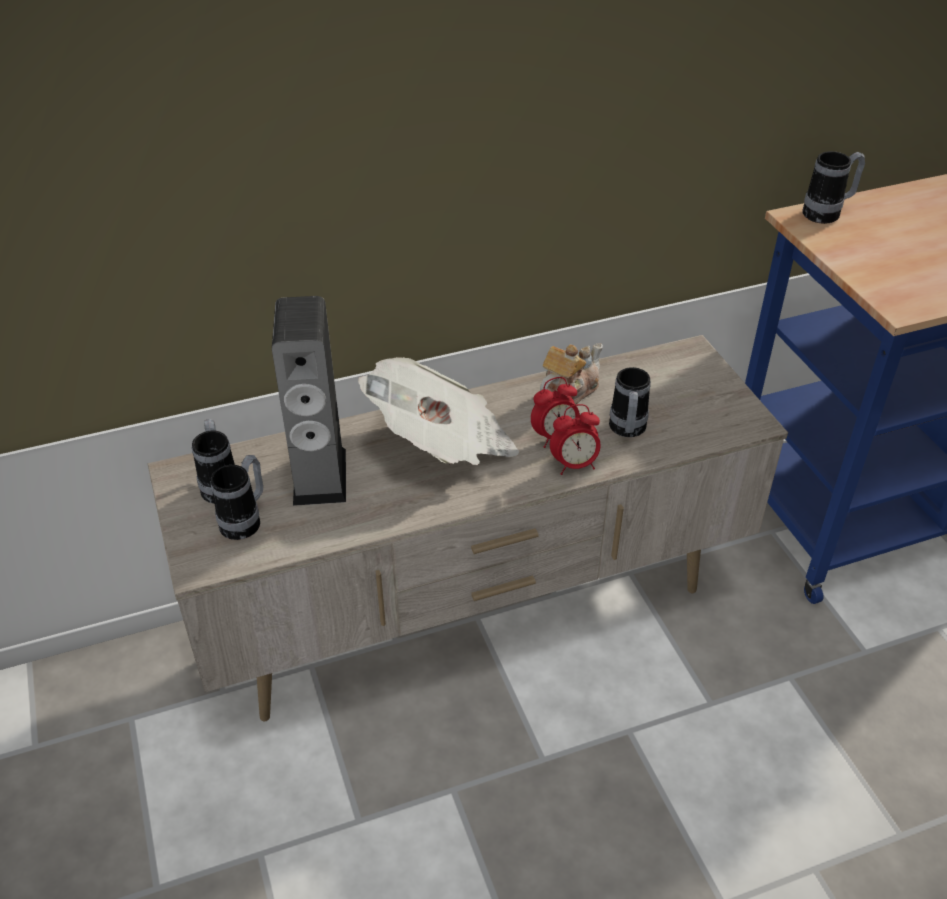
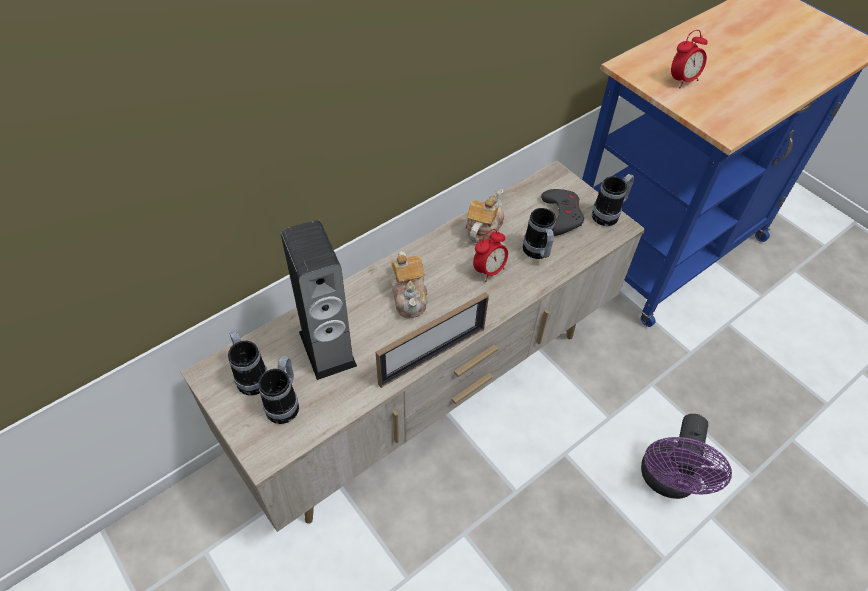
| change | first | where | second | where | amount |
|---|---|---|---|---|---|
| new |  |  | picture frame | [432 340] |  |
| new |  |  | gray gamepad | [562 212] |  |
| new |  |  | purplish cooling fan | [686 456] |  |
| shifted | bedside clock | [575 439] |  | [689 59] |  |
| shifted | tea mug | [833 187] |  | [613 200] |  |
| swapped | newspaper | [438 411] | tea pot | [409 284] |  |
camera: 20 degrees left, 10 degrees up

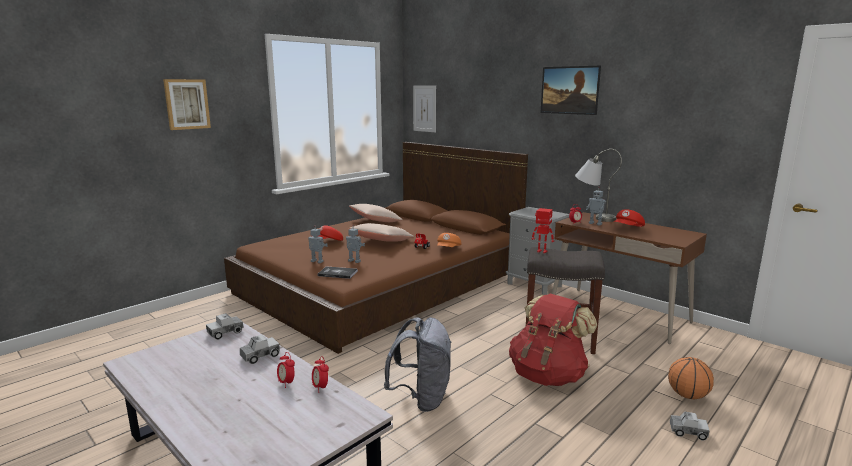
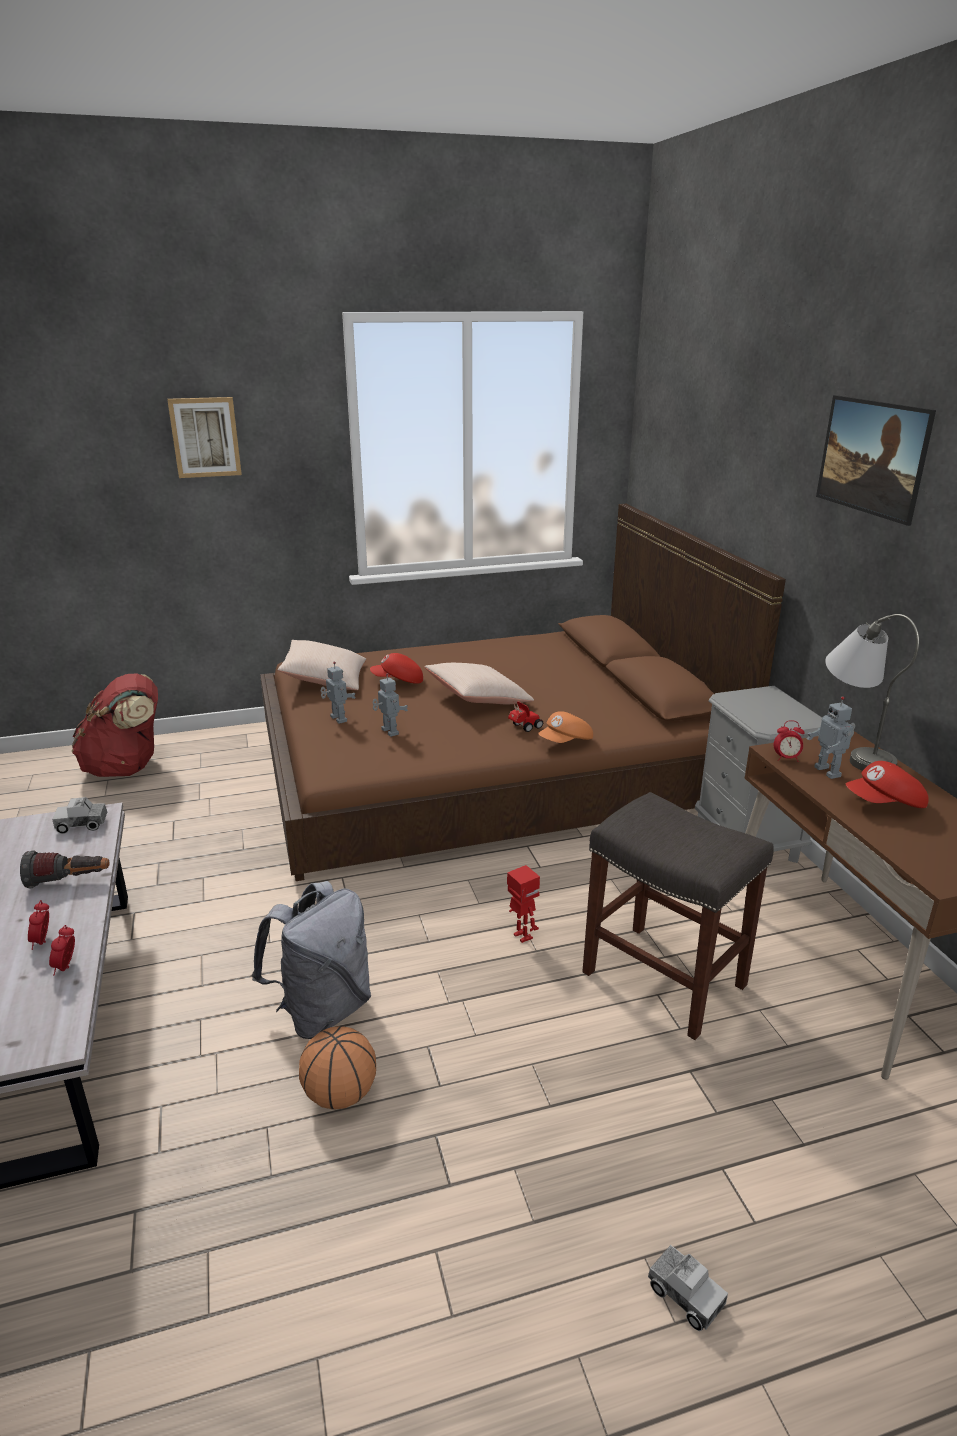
| change | first | where | second | where | amount |
|---|---|---|---|---|---|
| gone | bound book | [337 272] |  |  |  |
| gone | wall picture | [424 108] |  |  |  |
| shifted | sand-coloured pillow | [375 213] |  | [322 665] |  |
| shifted | red-coloured knapsack | [553 340] |  | [115 725] |  |
| shifted | toy robot | [543 230] |  | [523 904] |  |
| shifted | ball for basketball | [691 378] |  | [337 1068] |  |
| swapped | toy truck | [260 349] | hand torch | [65 869] |  |
camera: 30 degrees right, 10 degrees up

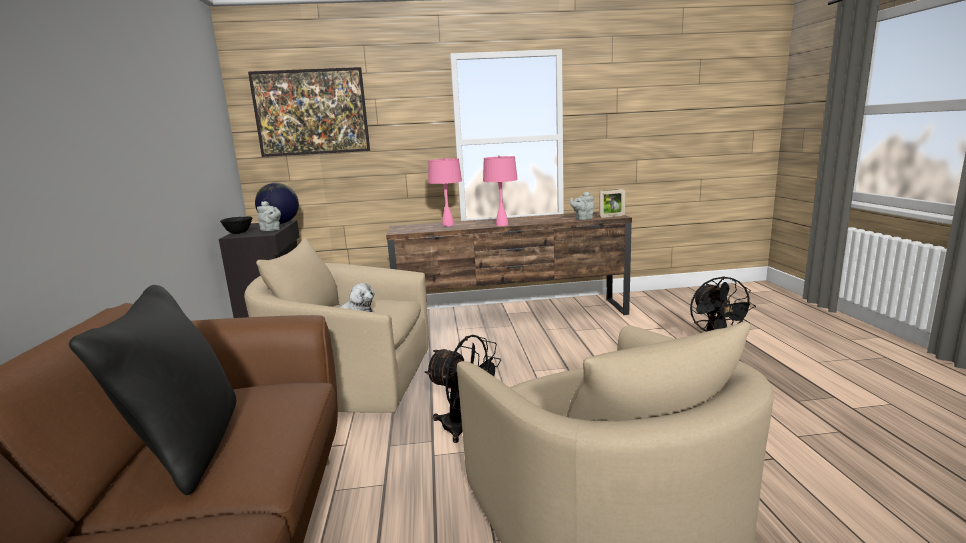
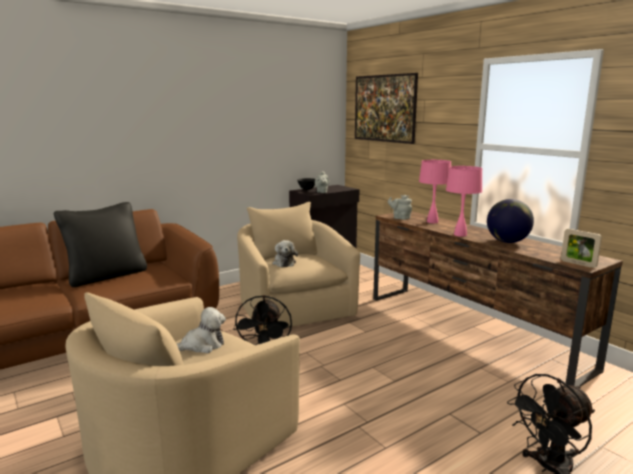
| change | first | where | second | where | amount |
|---|---|---|---|---|---|
| new |  |  | plush toy | [201 330] |  |
| shifted | desk globe | [277 203] |  | [510 221] |  |
| shifted | gray tea pot | [582 206] |  | [400 207] |  |
camera: 60 degrees right, 0 degrees up

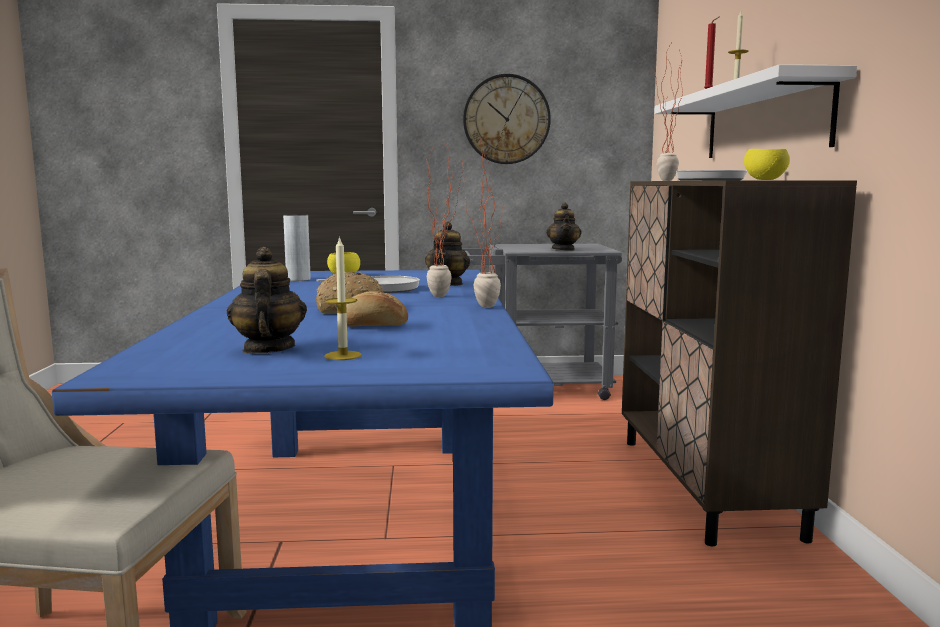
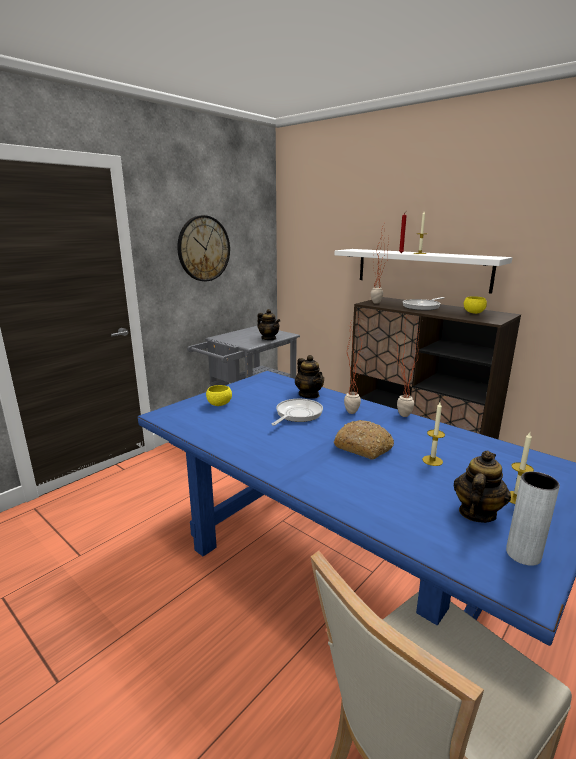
| change | first | where | second | where | amount |
|---|---|---|---|---|---|
| shifted | gray vase | [297 247] |  | [533 518] |  |
| swapped | bakery bread | [377 309] | wax candle | [433 434] |  |
| rotated | tea pot | [267 300] |  | [482 487] | 90 degrees clockwise |
camera: 45 degrees left, 10 degrees up

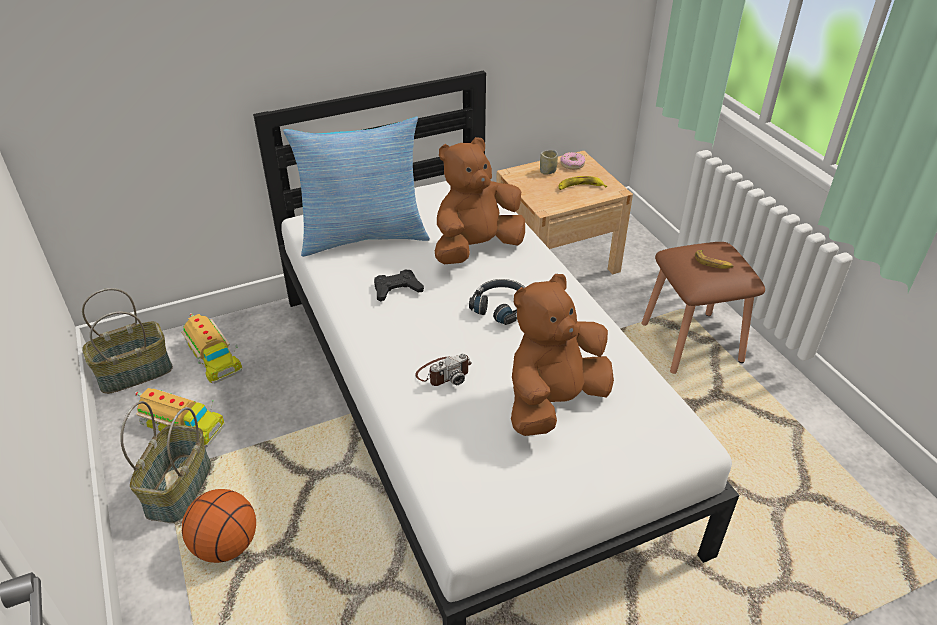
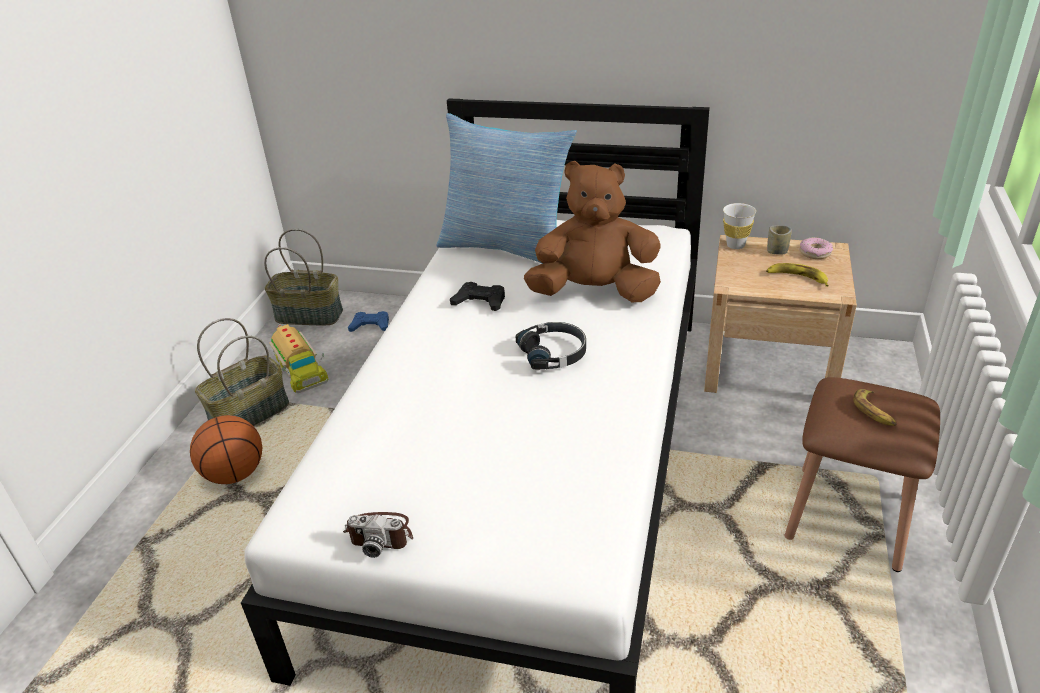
| change | first | where | second | where | amount |
|---|---|---|---|---|---|
| gone | brown-coloured plush toy | [562 355] |  |  |  |
| new |  |  | white drinking cup | [739 226] |  |
| shifted | photo camera | [443 369] |  | [378 535] |  |
| swapped | toy truck | [211 348] | bluish gamepad | [368 321] |  |
camera: 40 degrees right, 5 degrees down

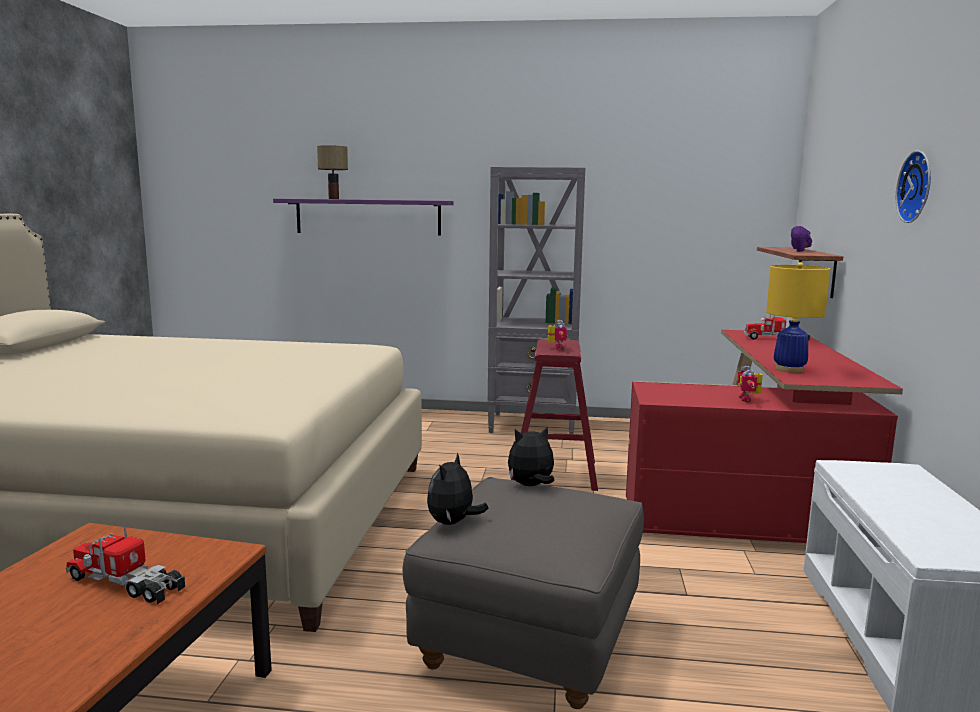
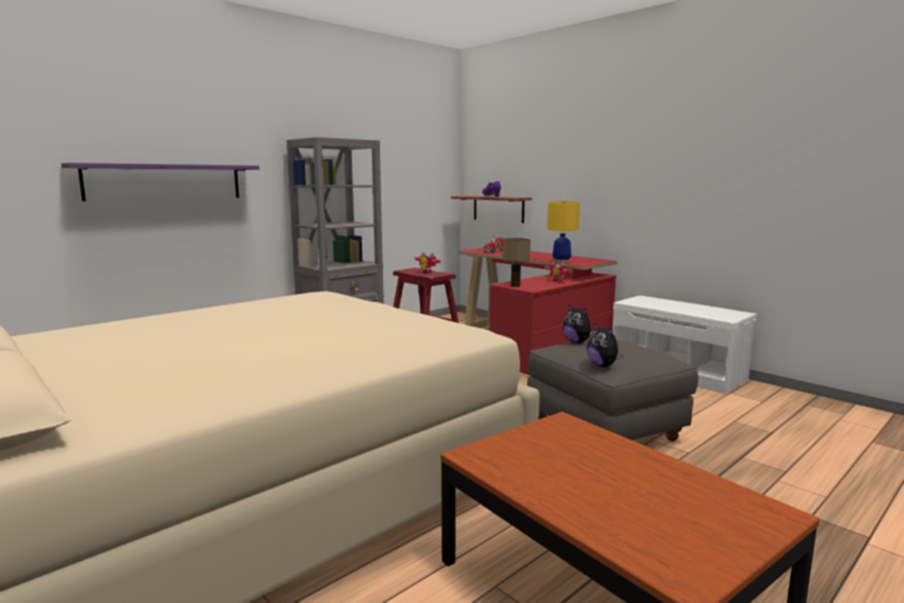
| change | first | where | second | where | amount |
|---|---|---|---|---|---|
| gone | toy truck | [125 565] |  |  |  |
| gone | hanging clock | [913 186] |  |  |  |
| shifted | lamp for a table | [332 172] |  | [516 262] |  |
| rotated | plush toy | [531 456] |  | [578 323] | 60 degrees counterclockwise |
camera: 50 degrees left, 0 degrees up

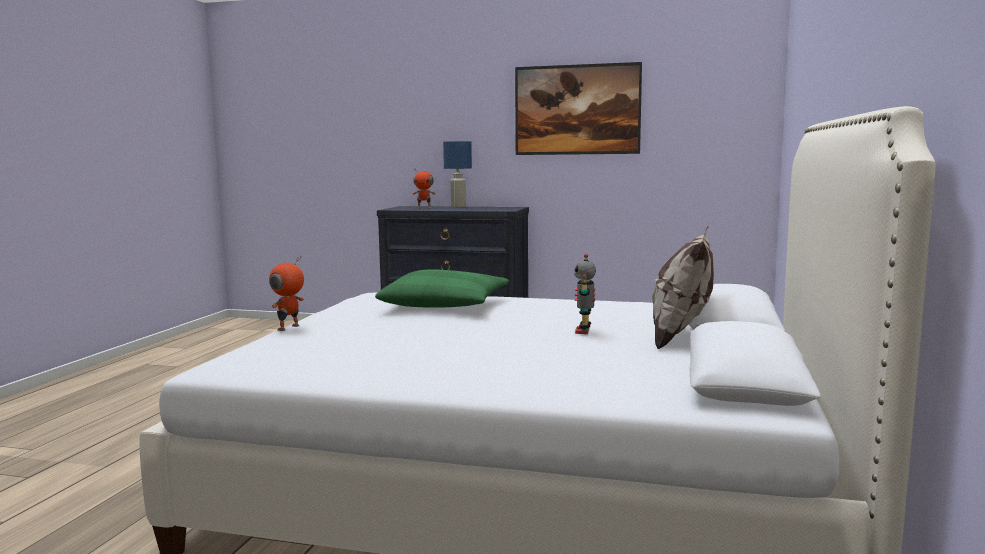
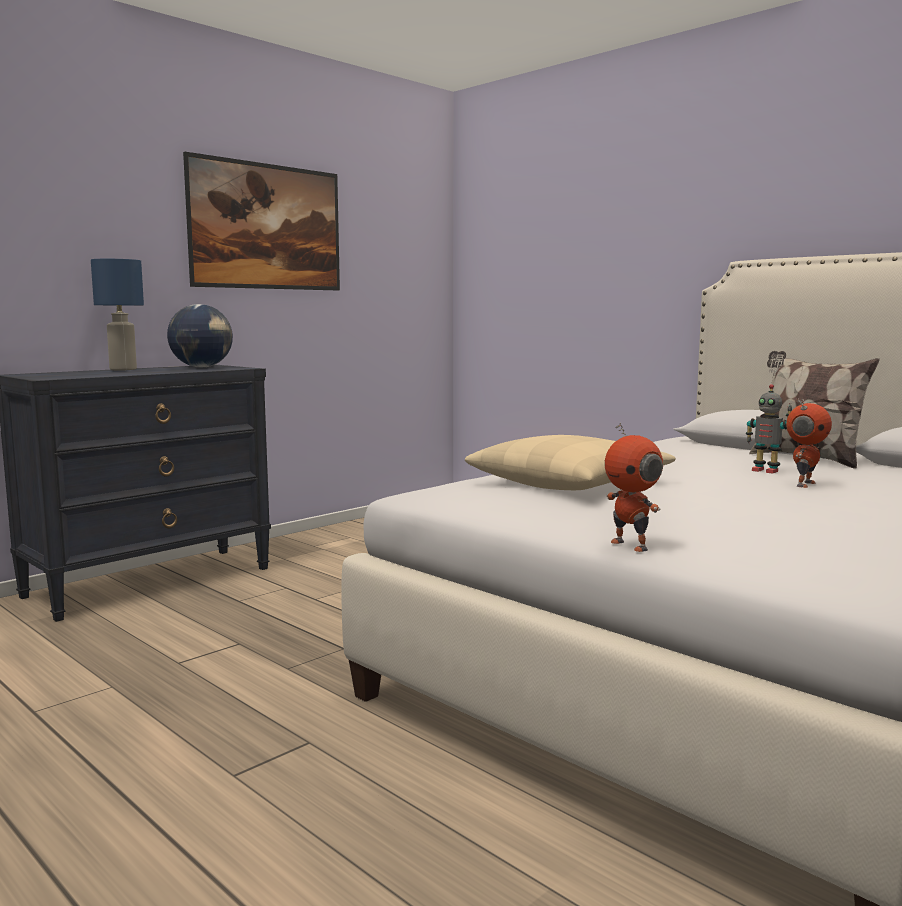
| change | first | where | second | where | amount |
|---|---|---|---|---|---|
| new |  |  | desk globe | [200 336] |  |
| shifted | toy robot | [424 188] |  | [809 443] |  |
| repainted | green-coloured pillow | [442 288] | sand-coloured pillow | [570 462] |  |
camera: 60 degrees left, 0 degrees up

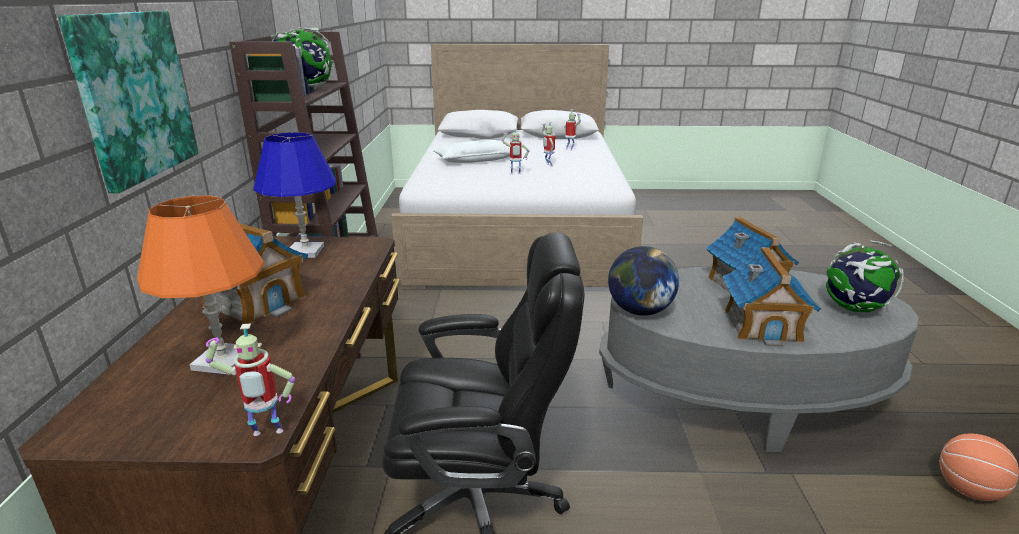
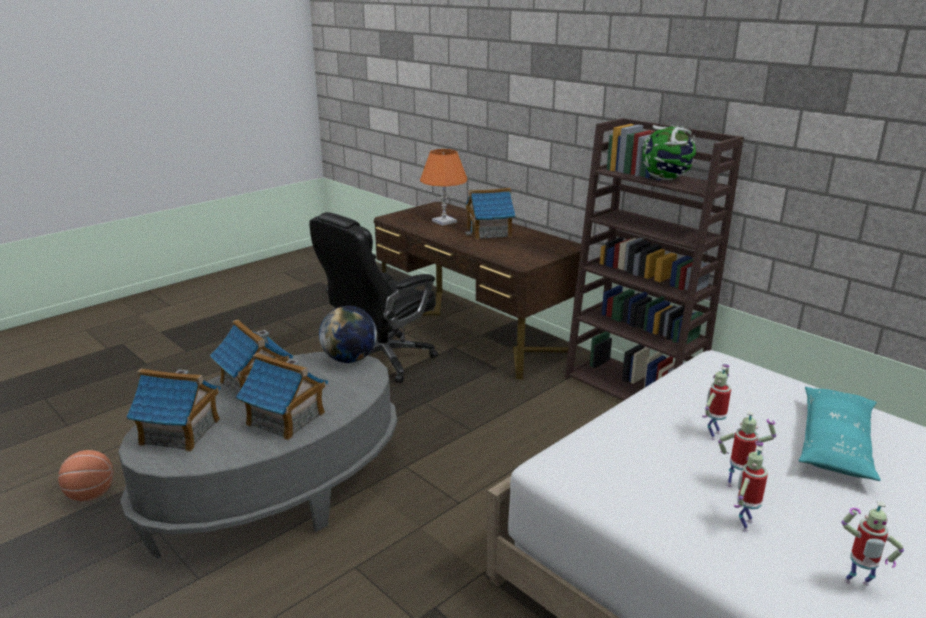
| change | first | where | second | where | amount |
|---|---|---|---|---|---|
| gone | wall picture | [128 102] |  |  |  |
| gone | bluish lamp for a table | [295 195] |  |  |  |
| shifted | toy robot | [250 379] |  | [751 486] |  |
| swapped | desk globe | [865 276] | model house | [173 410] |  |
| repainted | white pillow | [471 151] | turquoise pillow | [839 434] |  |
camera: 135 degrees right, 0 degrees up

